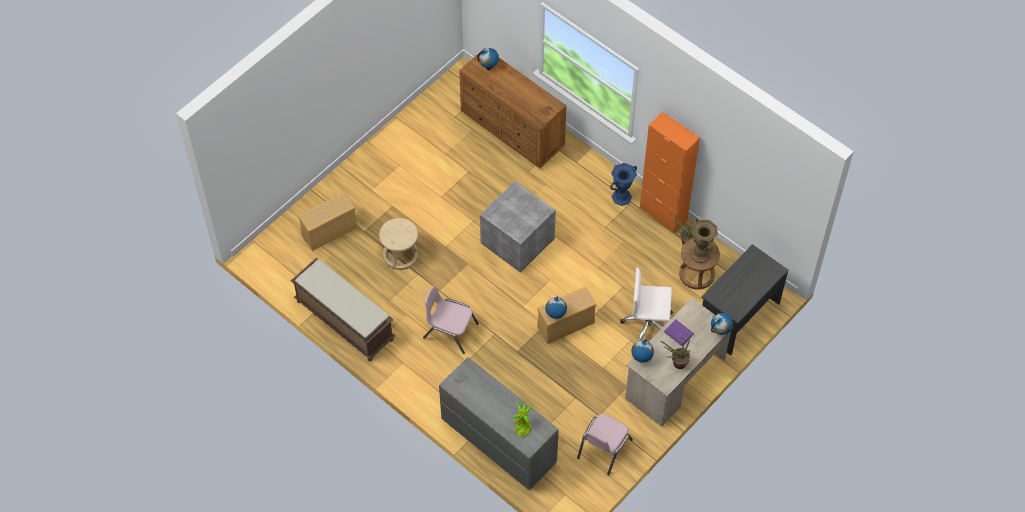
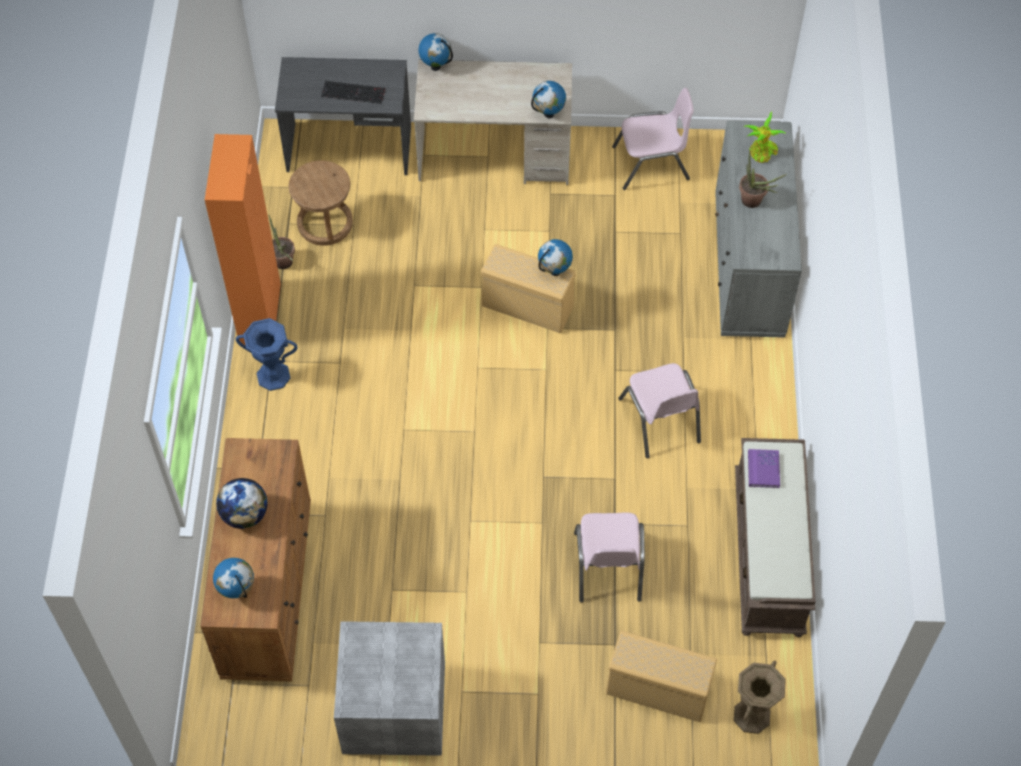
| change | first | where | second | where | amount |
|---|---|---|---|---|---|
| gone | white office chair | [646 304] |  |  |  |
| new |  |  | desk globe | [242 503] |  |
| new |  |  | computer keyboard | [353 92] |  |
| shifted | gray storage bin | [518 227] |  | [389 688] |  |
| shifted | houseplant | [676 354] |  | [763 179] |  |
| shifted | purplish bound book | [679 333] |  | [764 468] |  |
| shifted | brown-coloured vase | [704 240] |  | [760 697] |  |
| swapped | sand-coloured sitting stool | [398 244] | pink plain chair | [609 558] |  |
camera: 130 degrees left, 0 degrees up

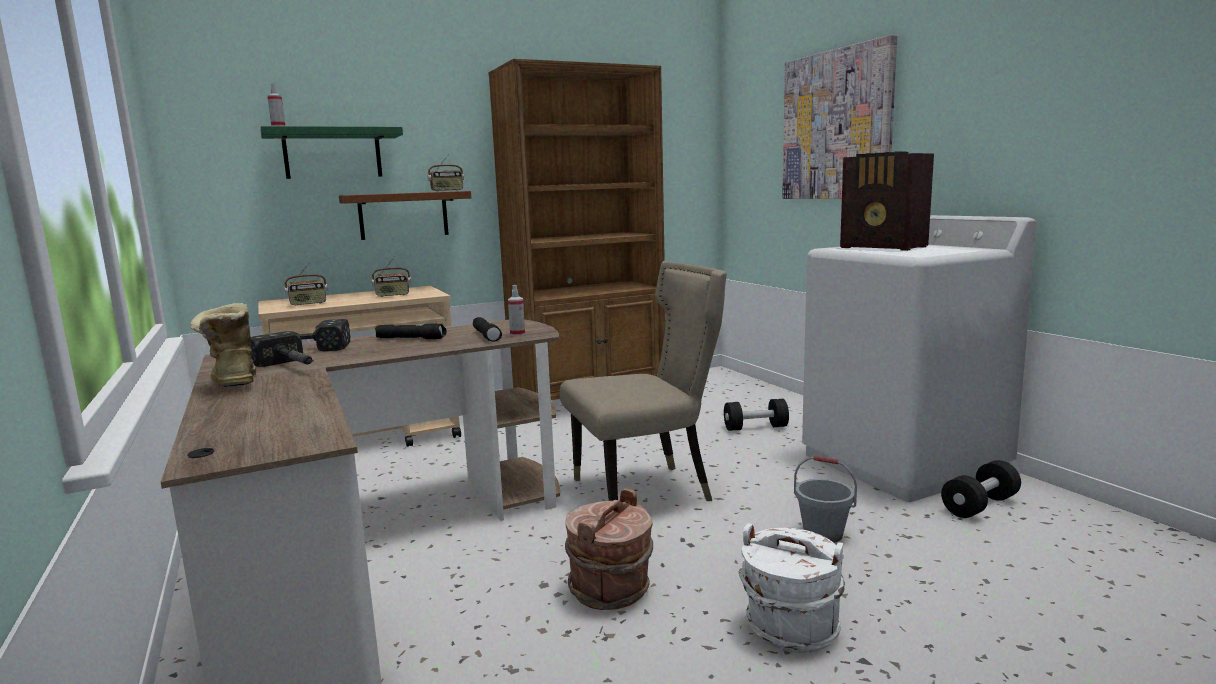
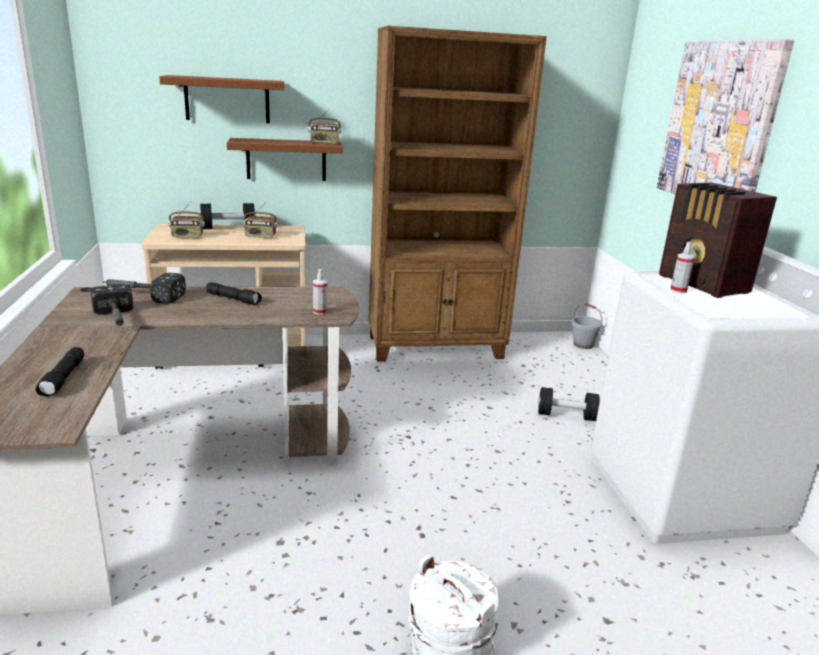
| change | first | where | second | where | amount |
|---|---|---|---|---|---|
| gone | tall boot | [223 345] |  |  |  |
| gone | sand-coloured plain chair | [643 381] |  |  |  |
| gone | brown-coloured pail | [609 549] |  |  |  |
| shifted | sprayer | [276 104] |  | [682 267] |  |
| shifted | black hand torch | [487 329] |  | [60 371] |  |
| shifted | gray pail | [825 499] |  | [587 326] |  |
| shifted | black free weight | [981 489] |  | [228 216] |  |
| repainted | green-coloured wall shelf | [332 152] | brown-coloured wall shelf | [221 99] |  |
camera: 15 degrees right, 10 degrees up

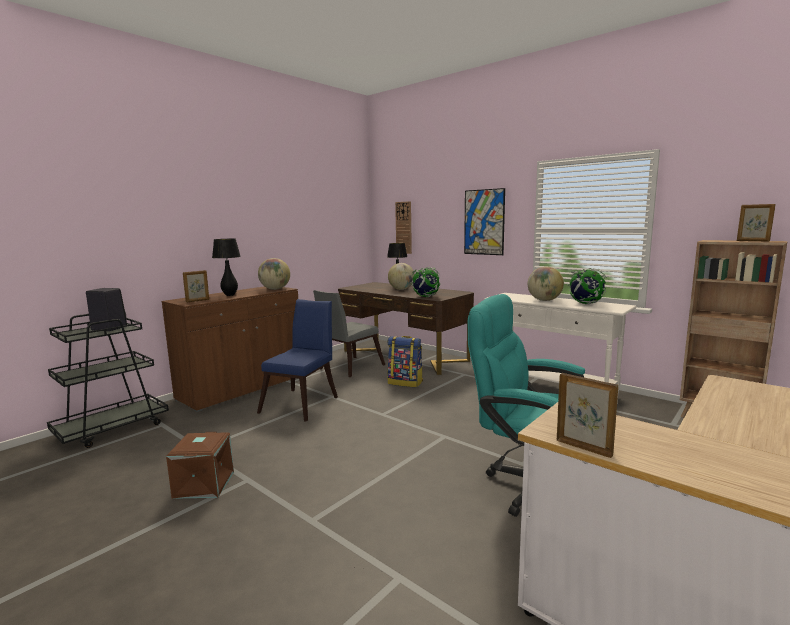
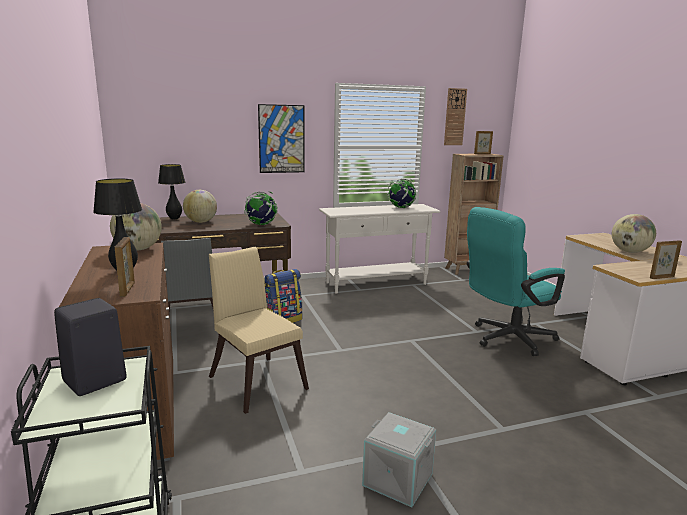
| change | first | where | second | where | amount |
|---|---|---|---|---|---|
| shifted | hanging clock | [403 227] |  | [455 116] |  |
| shifted | desk globe | [546 283] |  | [634 233] |  |
| repainted | brown-coloured storage bin | [200 465] | gray storage bin | [399 459] |  |
| repainted | bluish plain chair | [297 360] | sand-coloured plain chair | [259 330] |  |
camera: 60 degrees left, 5 degrees up

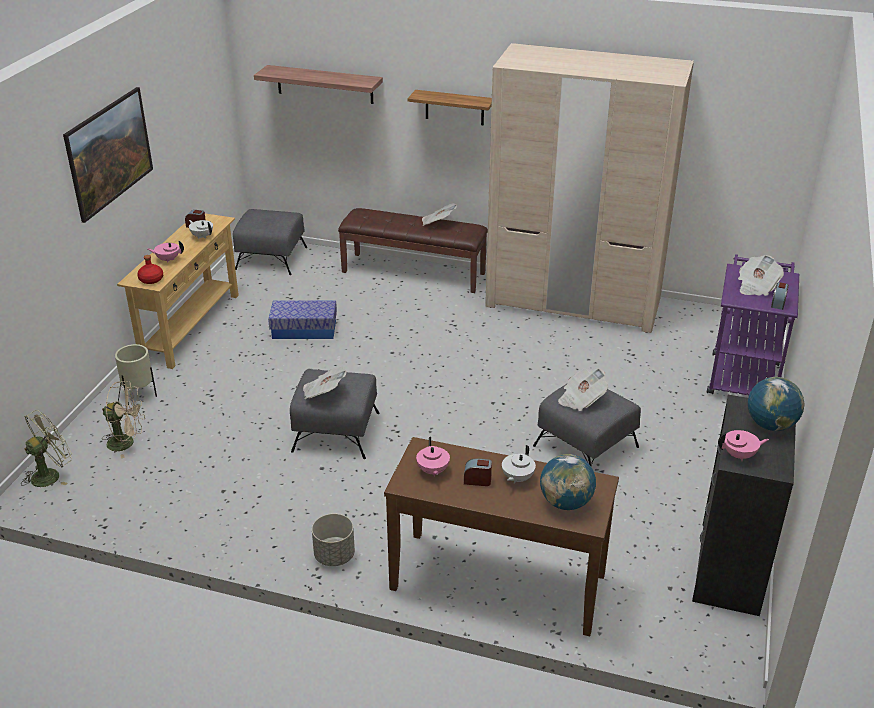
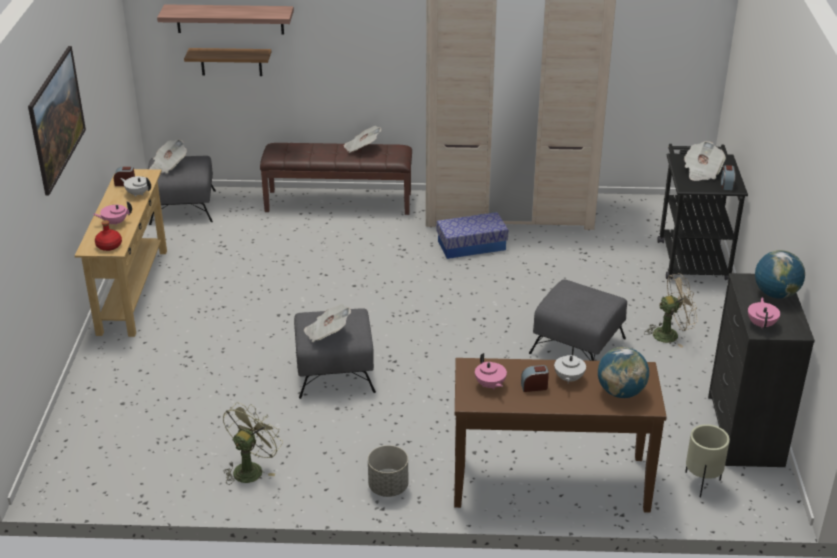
| change | first | where | second | where | amount |
|---|---|---|---|---|---|
| shifted | green-coloured cooling fan | [46 448] |  | [253 443] |  |
| shifted | sand-coloured cooling fan | [123 420] |  | [671 310] |  |
| shifted | sand-coloured plant pot | [136 374] |  | [707 460] |  |
| shifted | storage bin | [302 319] |  | [472 235] |  |
| shifted | wall shelf | [449 107] |  | [227 62] |  |
| shifted | newspaper | [583 389] |  | [168 156] |  |
| repainted | purplish cart | [753 324] | black cart | [702 212] |  |
| rotated | pink tea pot | [743 446] |  | [764 313] | 60 degrees counterclockwise |
camera: 15 degrees left, 0 degrees up

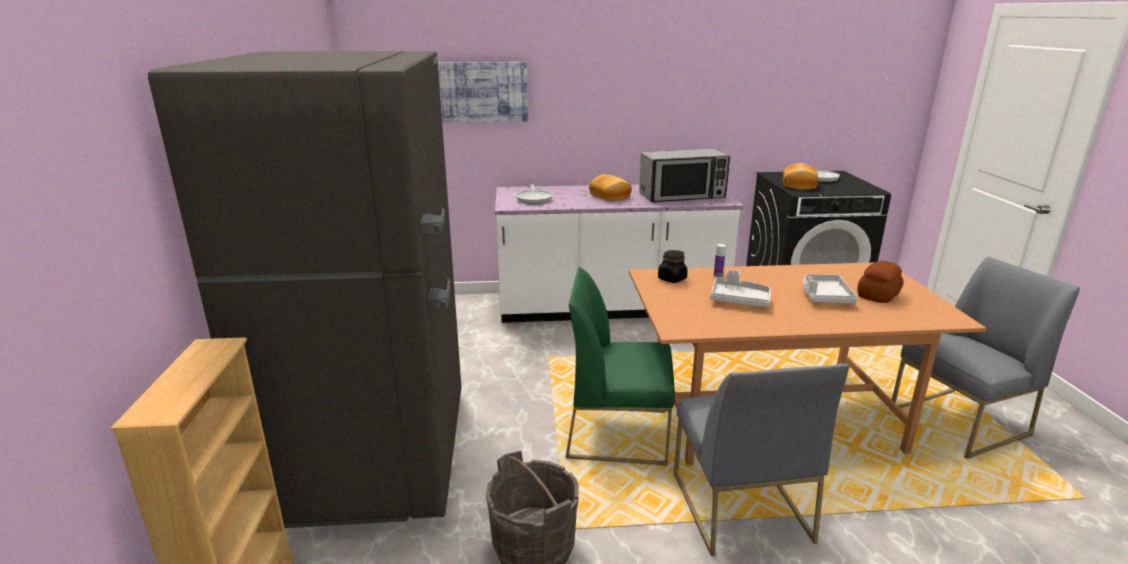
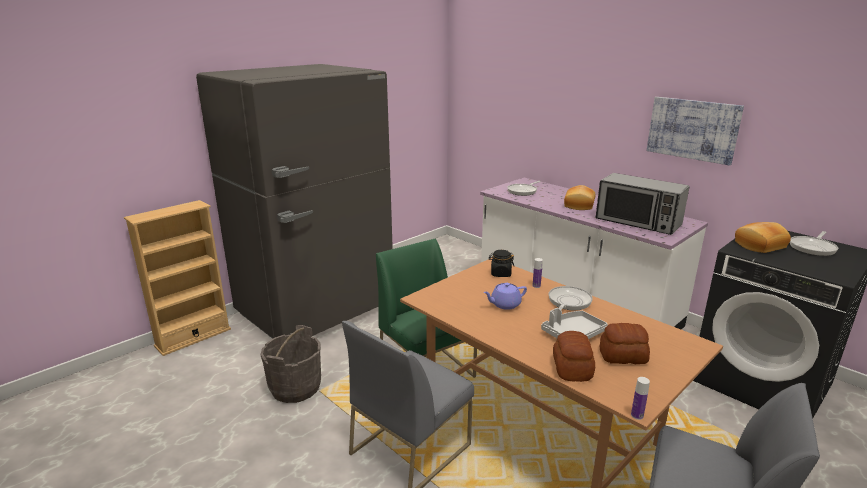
| change | first | where | second | where | amount |
|---|---|---|---|---|---|
| new |  |  | skillet | [570 298] |  |
| new |  |  | bakery bread | [574 356] |  |
| new |  |  | beverage bottle | [640 398] |  |
| shifted | wall picture | [483 92] |  | [695 131] |  |
| swapped | gray tray | [740 288] | purplish tea pot | [505 296] |  |
camera: 50 degrees right, 0 degrees up

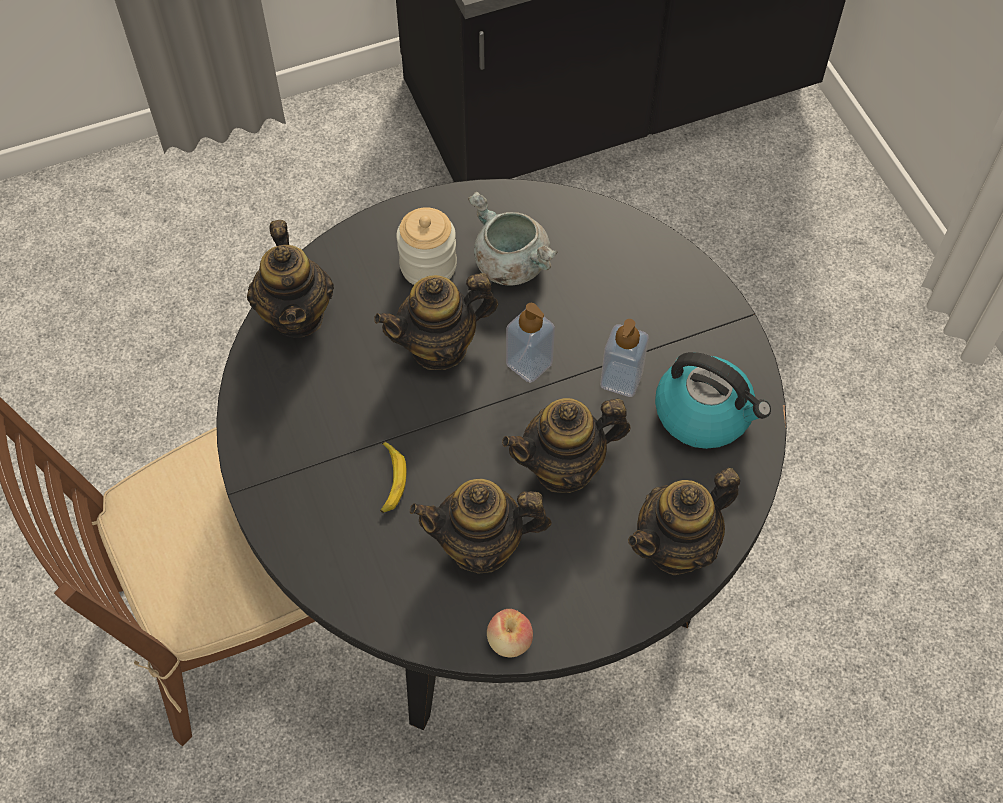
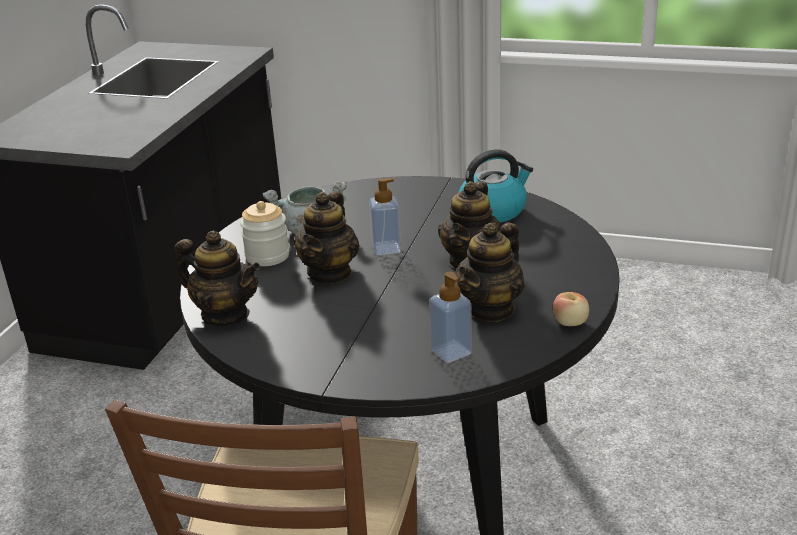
| change | first | where | second | where | amount |
|---|---|---|---|---|---|
| gone | whole banana | [393 477] |  |  |  |
| gone | tea pot | [684 521] |  |  |  |
| shifted | soap bottle | [624 358] |  | [450 317] |  |
camera: 50 degrees left, 30 degrees down

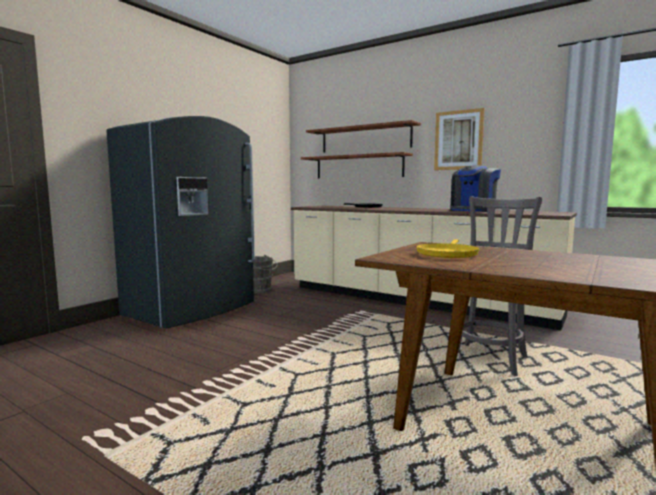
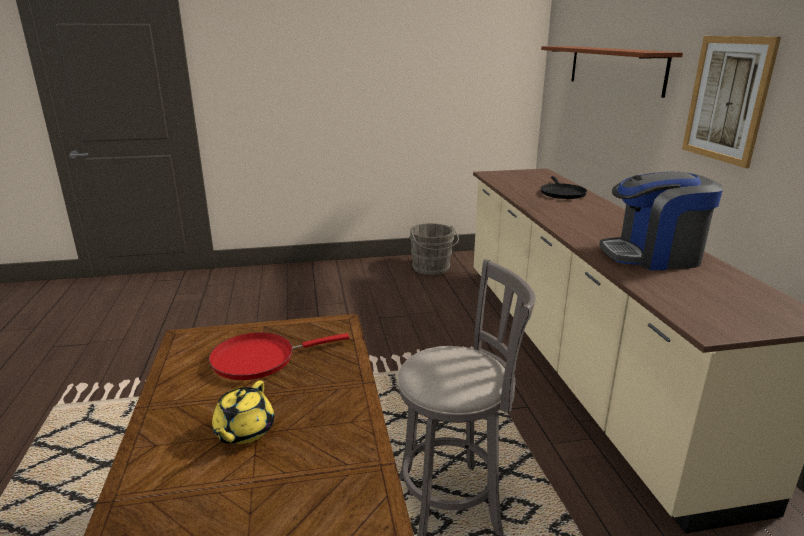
| change | first | where | second | where | amount |
|---|---|---|---|---|---|
| gone | gray kitchen fridge | [180 222] |  |  |  |
| gone | brown-coloured wall shelf | [357 165] |  |  |  |
| new |  |  | yellowish tea pot | [243 412] |  |
| repainted | yellowish skillet | [447 248] | red-coloured skillet | [279 356] |  |
camera: 45 degrees right, 15 degrees up

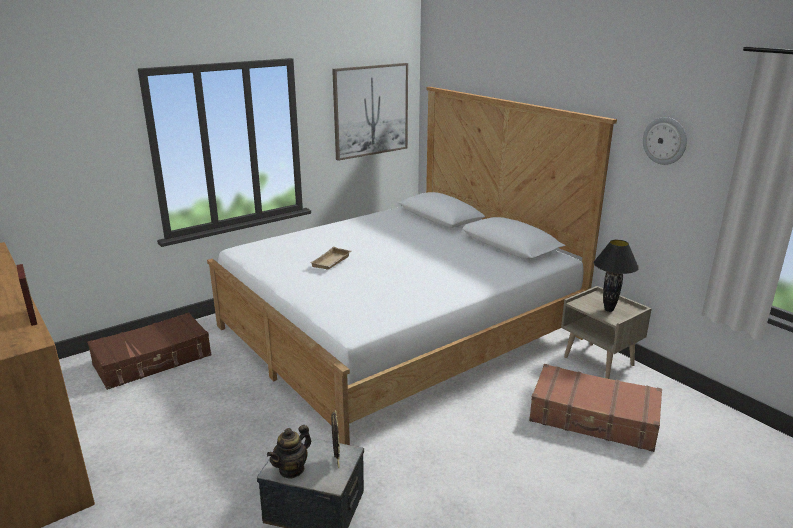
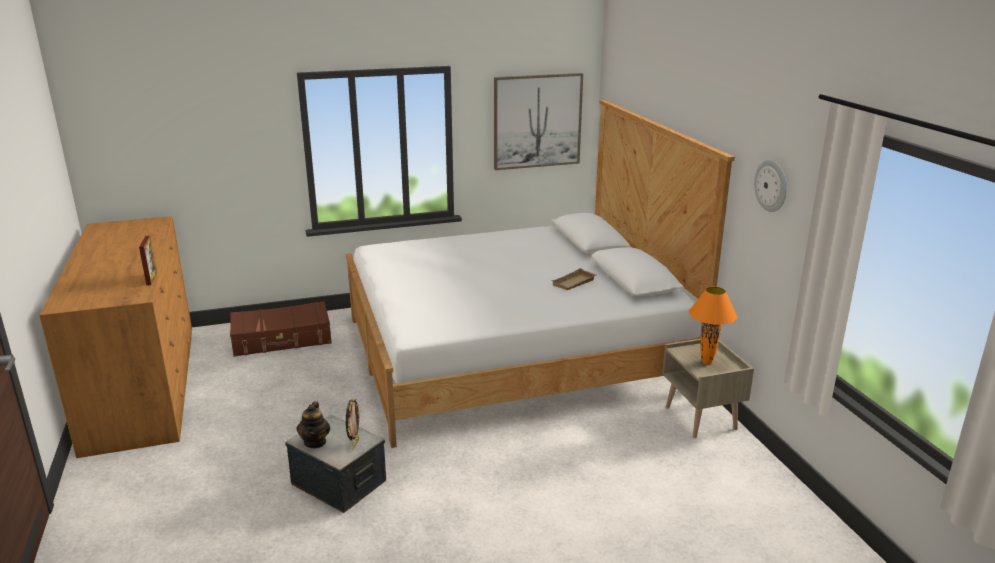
| change | first | where | second | where | amount |
|---|---|---|---|---|---|
| gone | brown-coloured suitcase | [595 408] |  |  |  |
| shifted | sand-coloured tray | [331 258] |  | [573 279] |  |
| repainted | black lamp for a table | [616 276] | orange-coloured lamp for a table | [713 326] |  |
| rotated | tea pot | [289 452] |  | [313 424] | 60 degrees counterclockwise |
camera: 20 degrees right, 0 degrees up

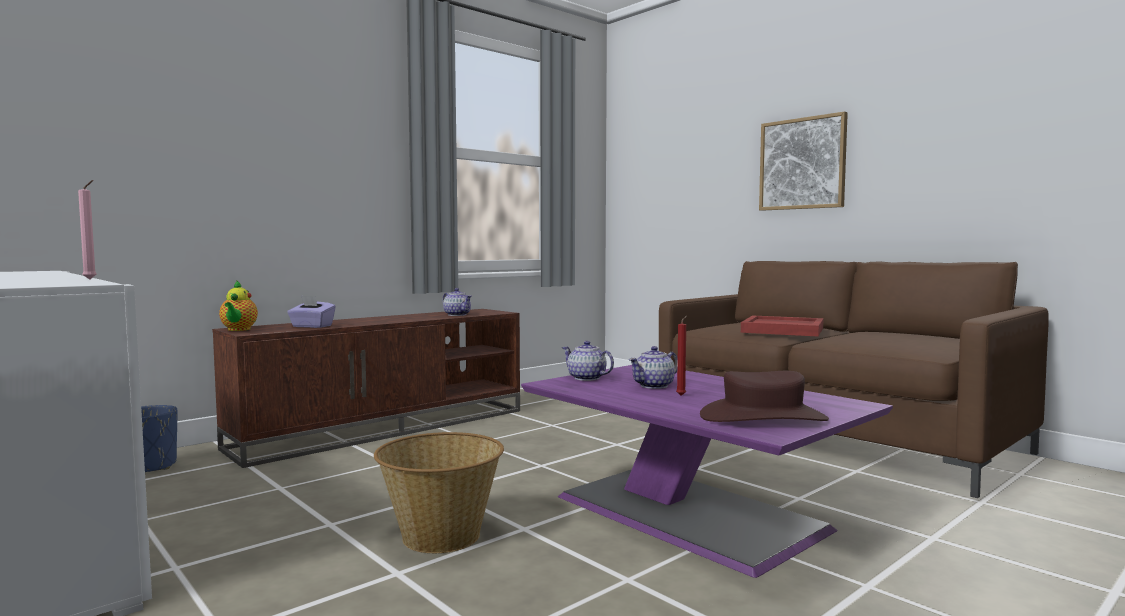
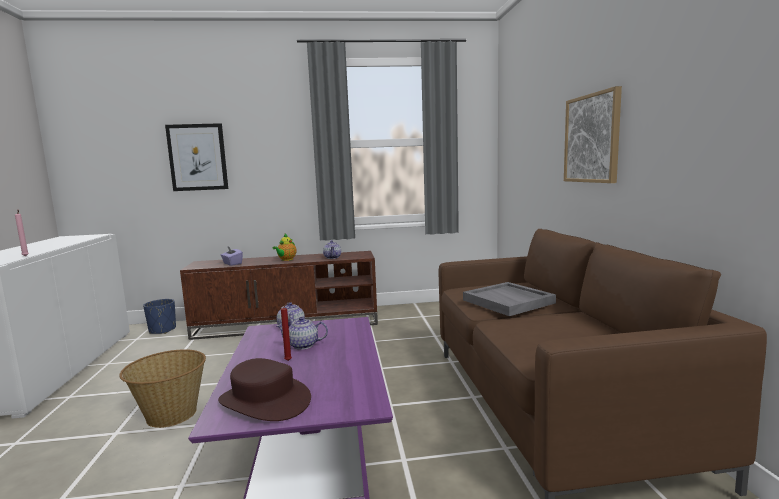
| change | first | where | second | where | amount |
|---|---|---|---|---|---|
| new |  |  | wall picture | [196 157] |  |
| shifted | tea pot | [238 306] |  | [285 247] |  |
| repainted | red-coloured tray | [782 325] | gray tray | [509 299] |  |
camera: 35 degrees right, 5 degrees up

